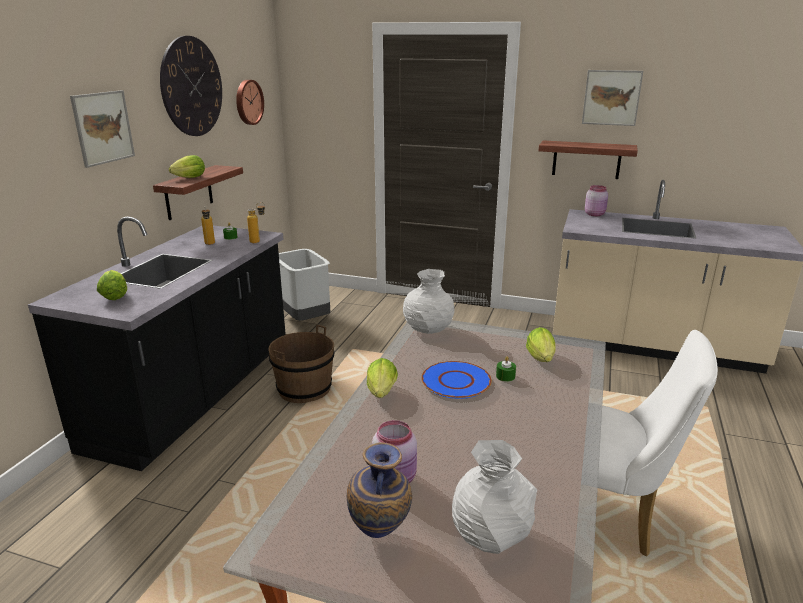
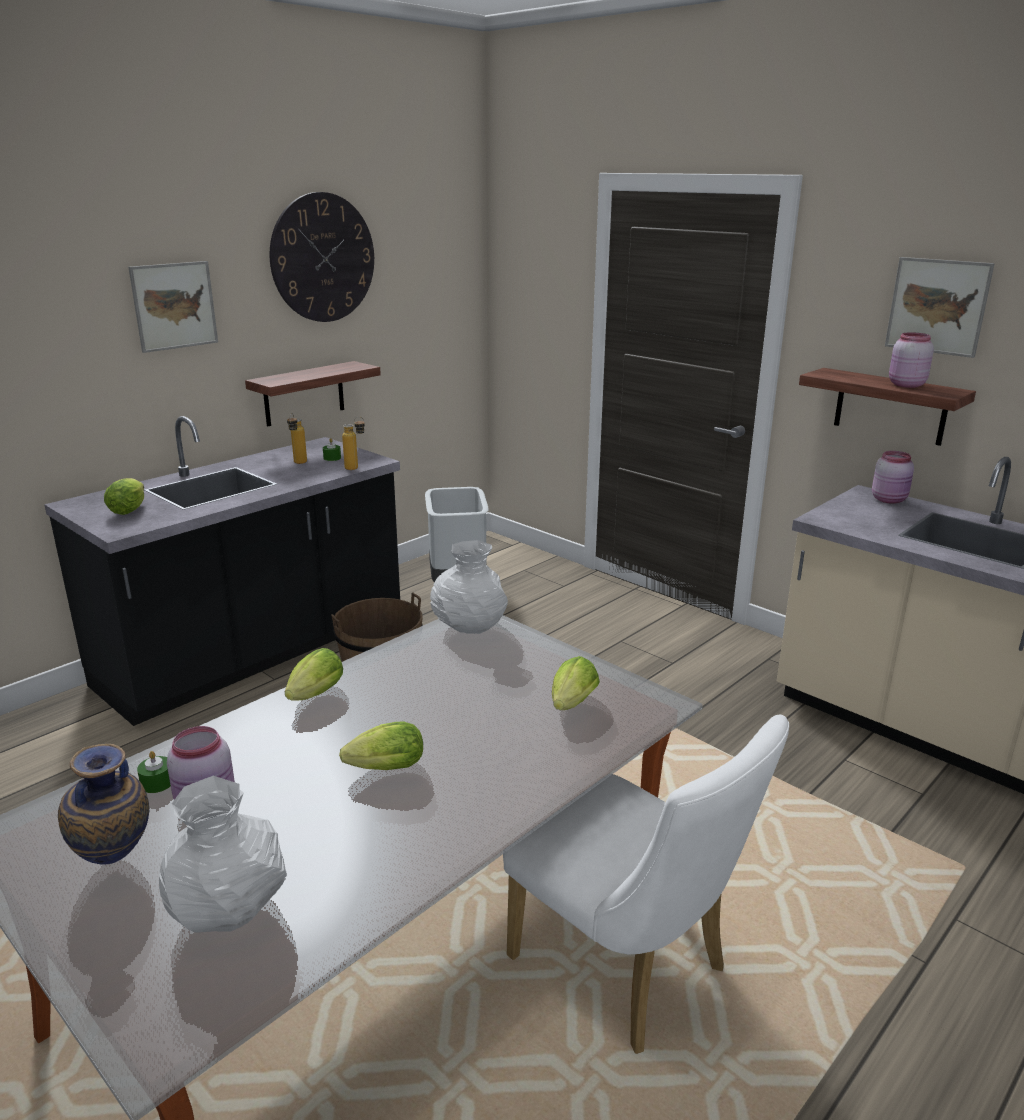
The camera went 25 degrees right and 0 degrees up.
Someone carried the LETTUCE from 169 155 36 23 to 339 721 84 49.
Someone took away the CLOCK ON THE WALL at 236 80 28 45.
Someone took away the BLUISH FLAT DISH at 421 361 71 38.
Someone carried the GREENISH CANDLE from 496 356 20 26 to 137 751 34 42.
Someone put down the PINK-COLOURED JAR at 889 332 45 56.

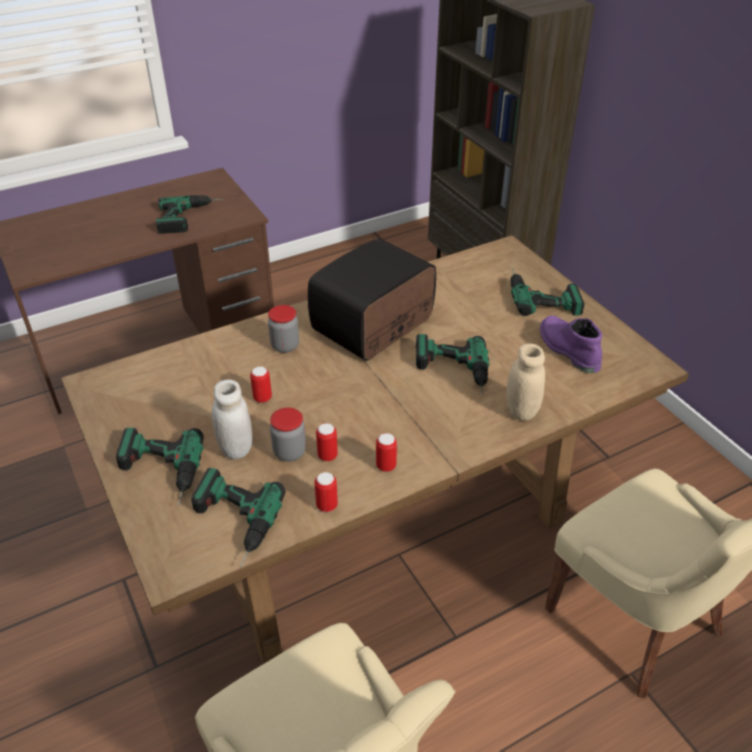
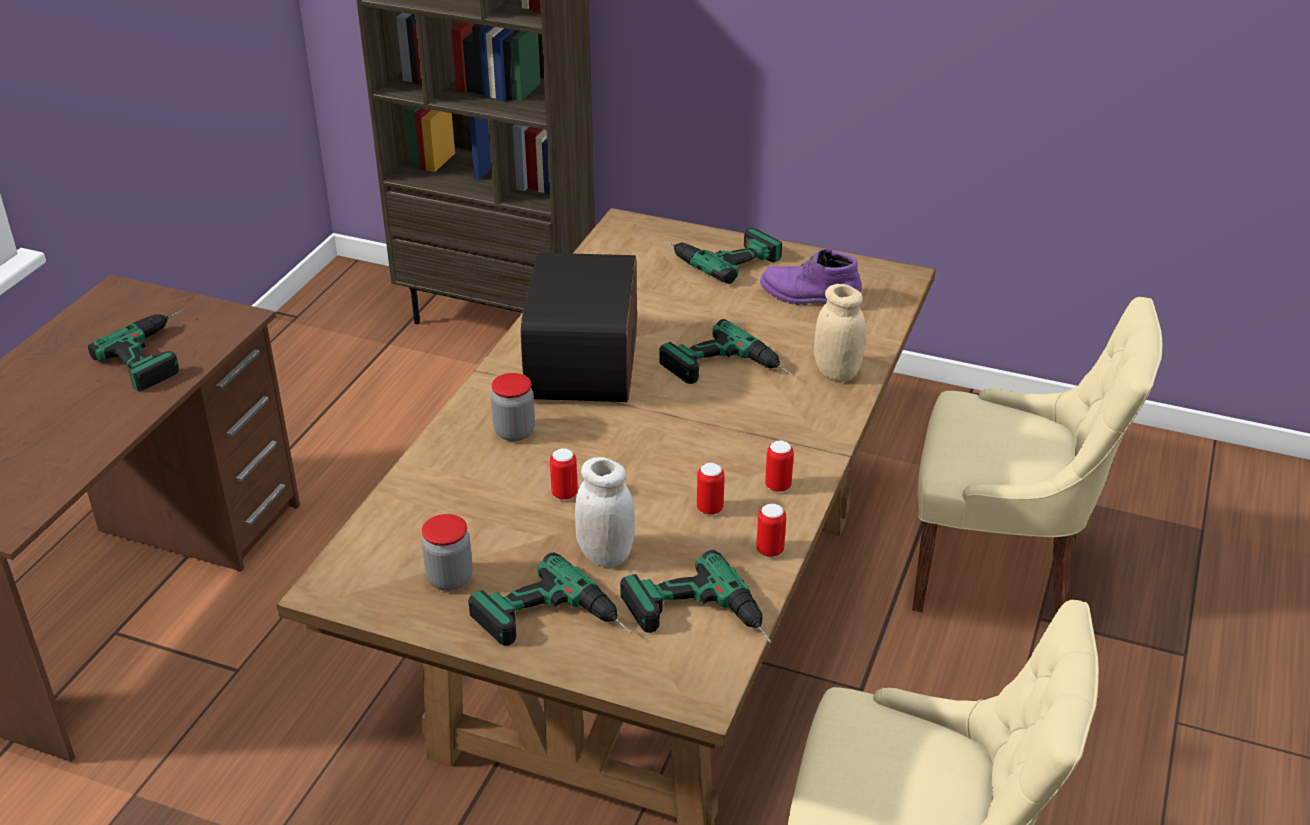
The camera went 40 degrees left and 5 degrees down.
Someone carried the JAR from 270 407 36 55 to 421 514 52 77.

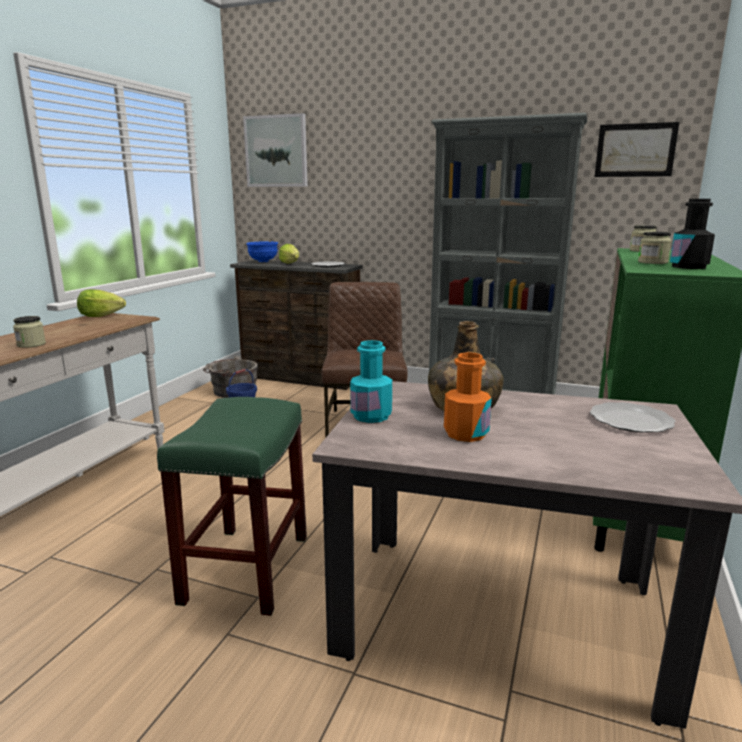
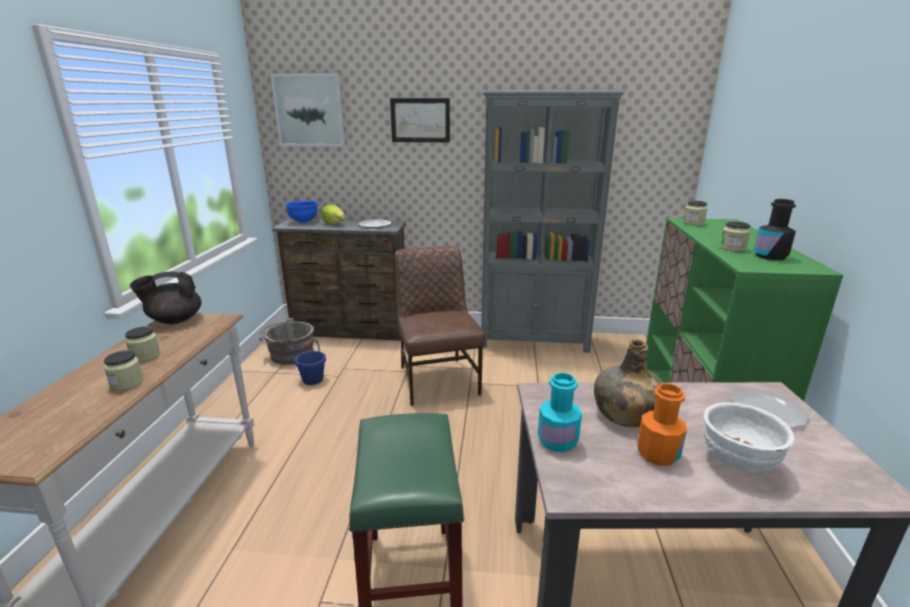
The camera went 15 degrees left and 5 degrees up.
Someone swapped the LETTUCE at 77 289 49 28 for the BLACK TEA POT at 130 271 72 53.
Someone carried the WALL ART from 595 122 84 55 to 390 98 60 44.
Someone put down the JAR at 125 326 35 36.
Someone put down the WHITE-COLOURED BOWL at 703 402 91 71.

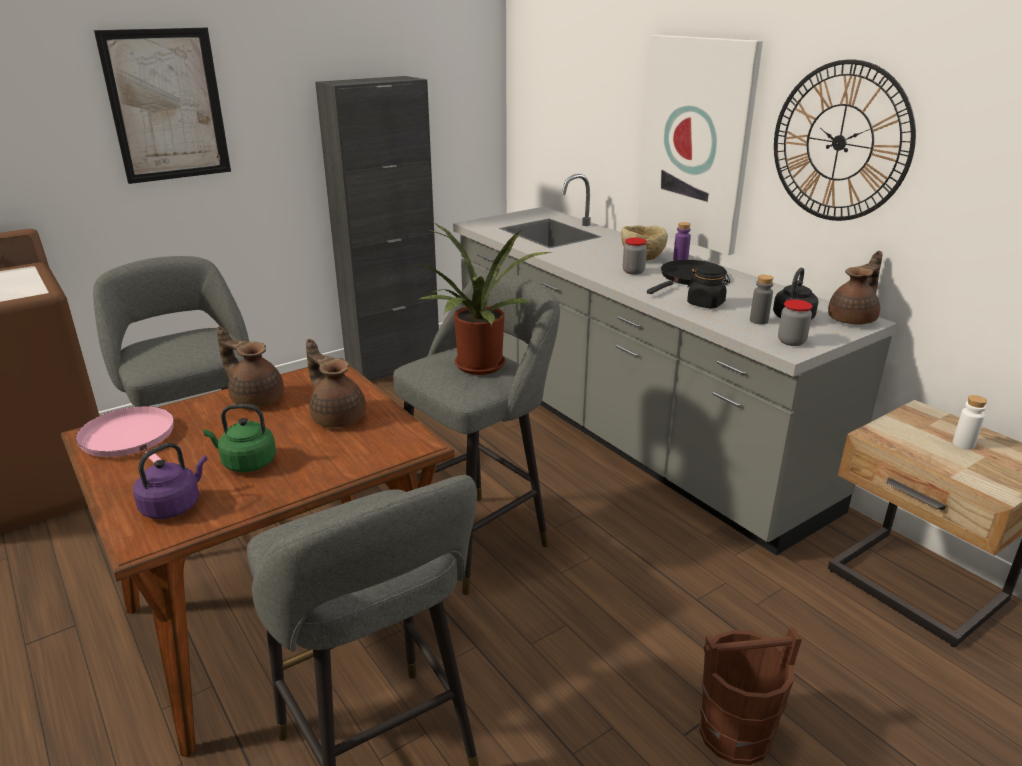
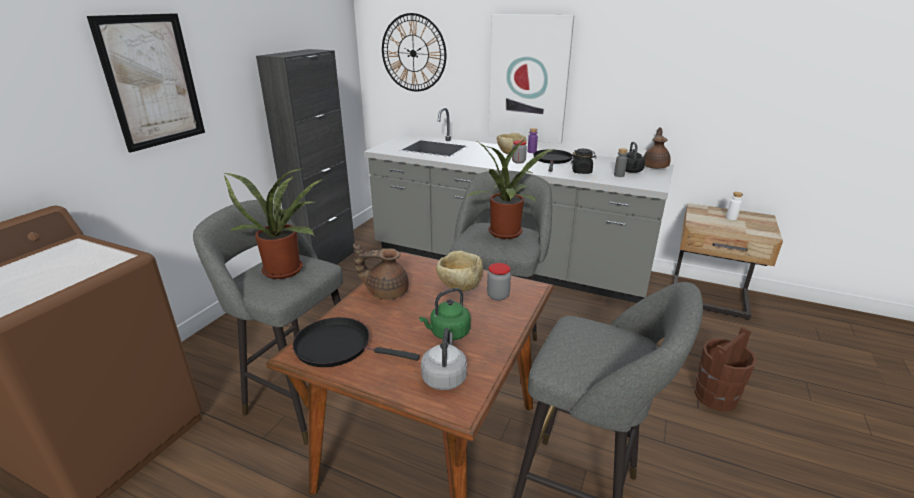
The camera went 30 degrees left and 0 degrees up.
Someone repainted the PINK-COLOURED FRYING PAN at 75 406 99 57, which became the BLACK FRYING PAN at 293 317 127 50.
Someone repainted the PURPLISH KETTLE at 133 443 74 76, which became the GREY KETTLE at 421 328 46 62.
Someone swapped the BROWNISH TEA POT at 306 339 60 89 for the BEIGE-COLOURED BOWL at 436 251 47 40.
Someone carried the CLOCK ON THE WALL from 774 60 142 161 to 382 13 64 79.
Someone carried the JAR from 778 299 34 47 to 487 263 24 38.
Someone put down the PLANT IN A POT at 224 169 99 110.

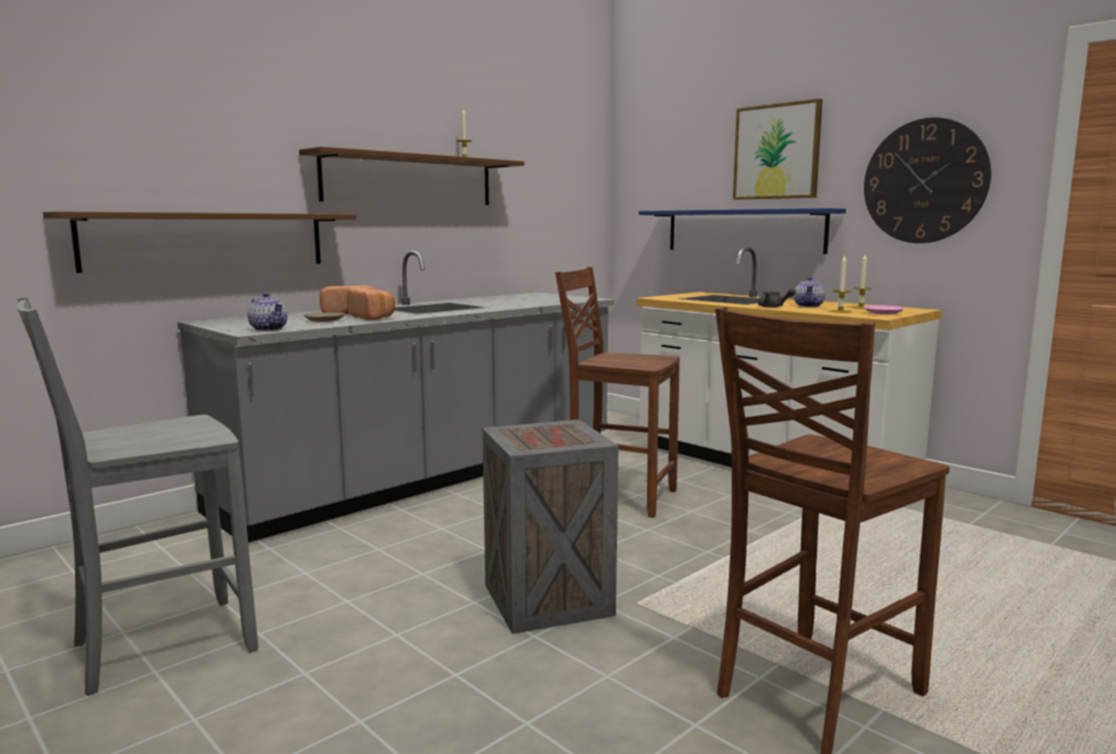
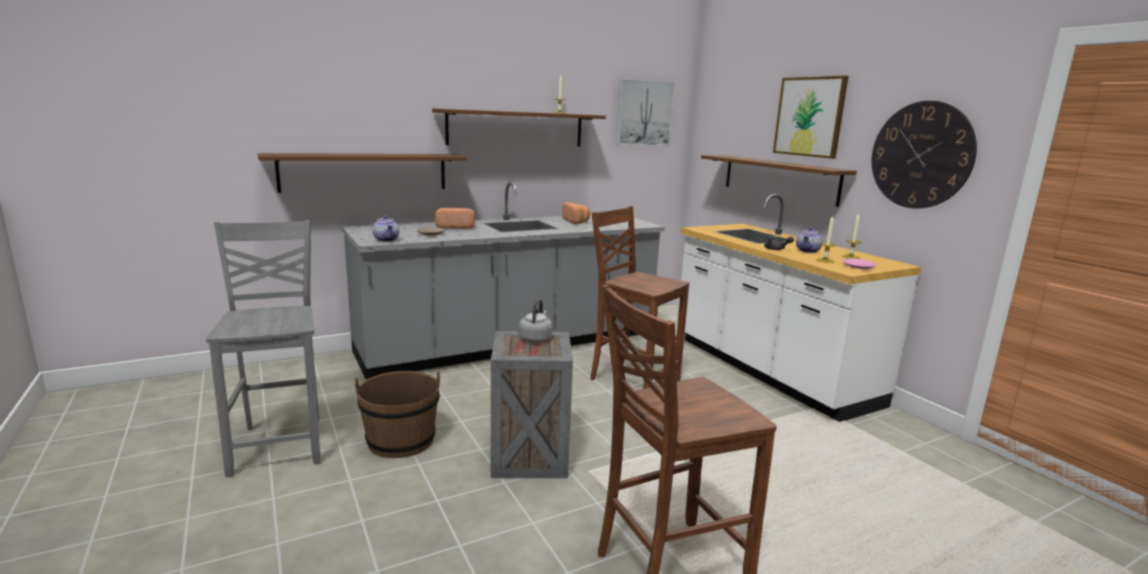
The camera went 15 degrees right and 5 degrees up.
Someone rotated the GREY UPRIGHT CHAIR at 17 297 241 399 by 90 degrees clockwise.
Someone carried the BAKED BREAD from 347 288 48 32 to 562 202 28 22.
Someone repainted the BLUISH SHELF at 639 208 207 46, which became the BROWNISH SHELF at 701 155 156 52.
Someone put down the BROWNISH PAIL at 355 371 85 87.
Someone put down the GREY KETTLE at 519 299 33 44.
Someone put up the WALL ART at 616 78 59 68.

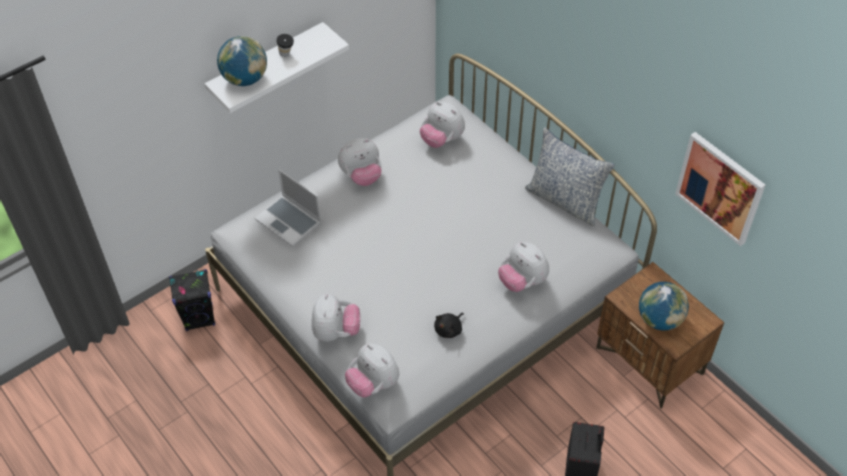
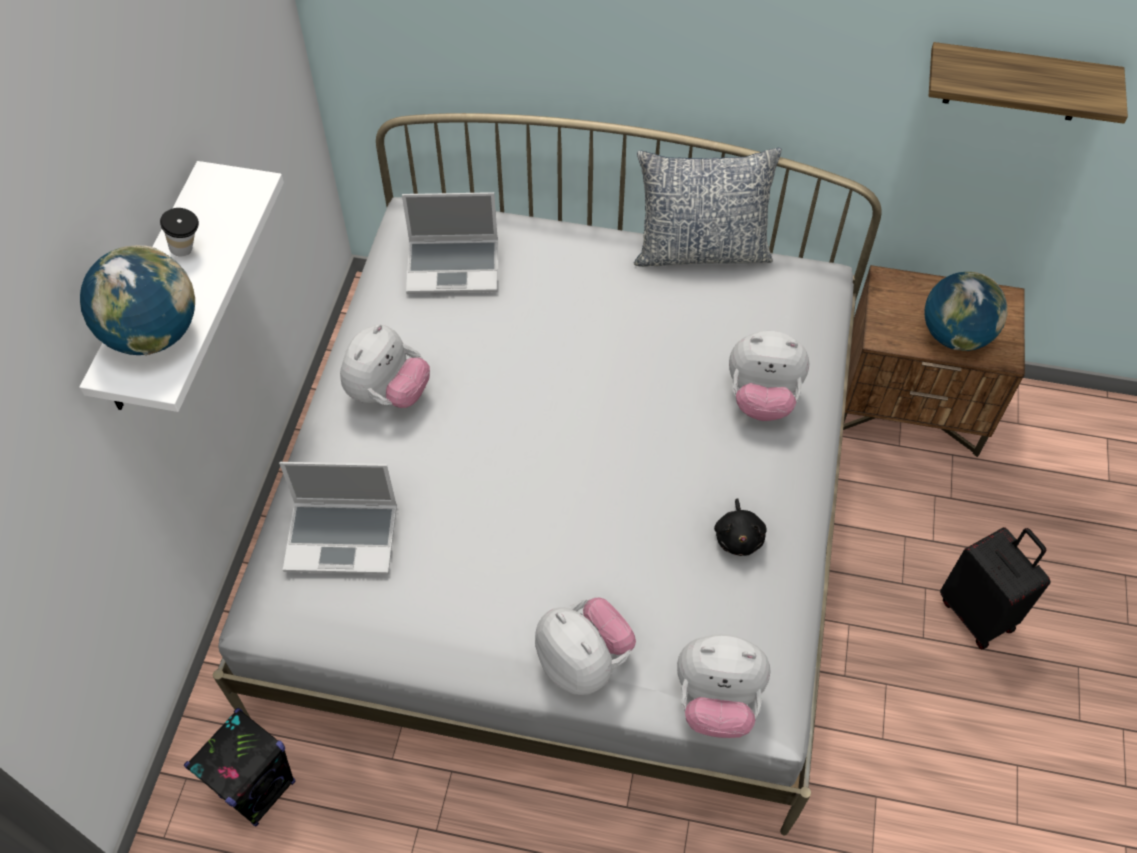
The camera went 40 degrees left and 5 degrees up.
Someone swapped the PLUSH TOY at 420 101 45 47 for the LAPTOP at 402 192 96 102.
Someone swapped the WALL ART at 675 132 90 114 for the SHELF at 929 42 199 82.

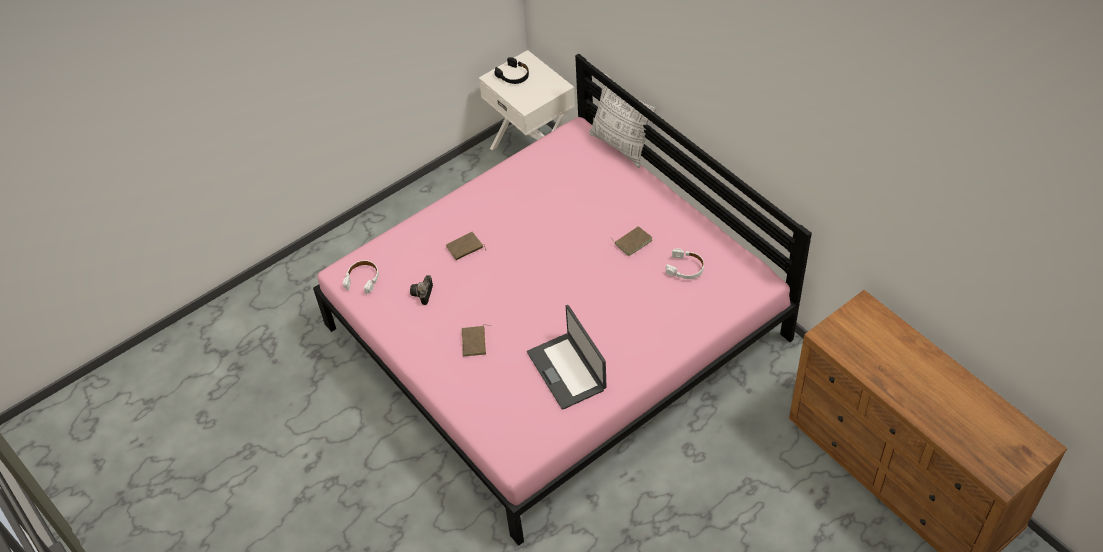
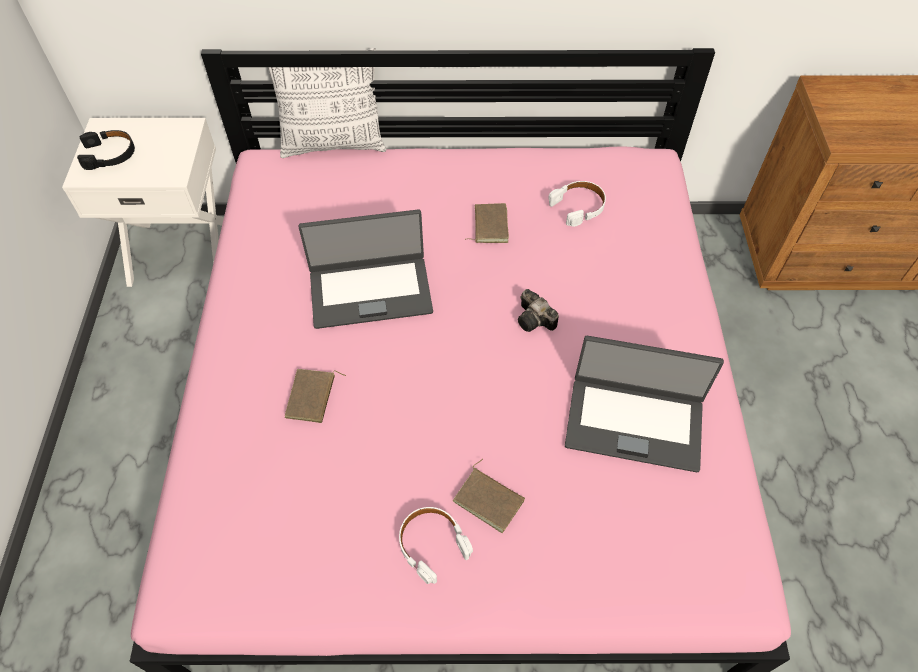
The camera went 55 degrees left and 5 degrees up.
Someone carried the WHITE-COLOURED PAIR OF HEADPHONES from 343 260 36 34 to 399 507 74 77.
Someone carried the STILL CAMERA from 410 275 23 30 to 518 289 41 43.
Someone put down the LAPTOP at 298 209 135 120.

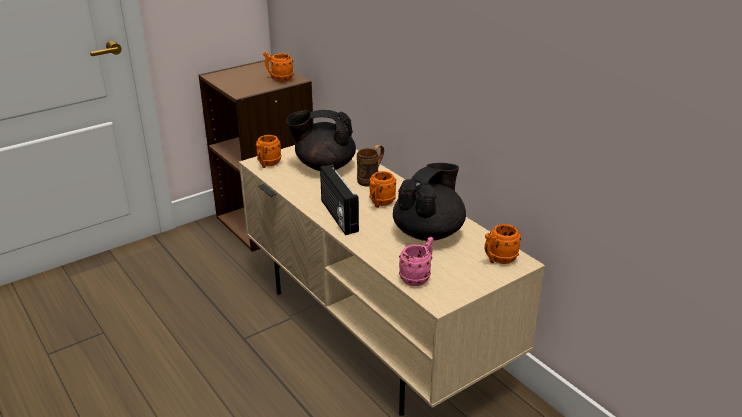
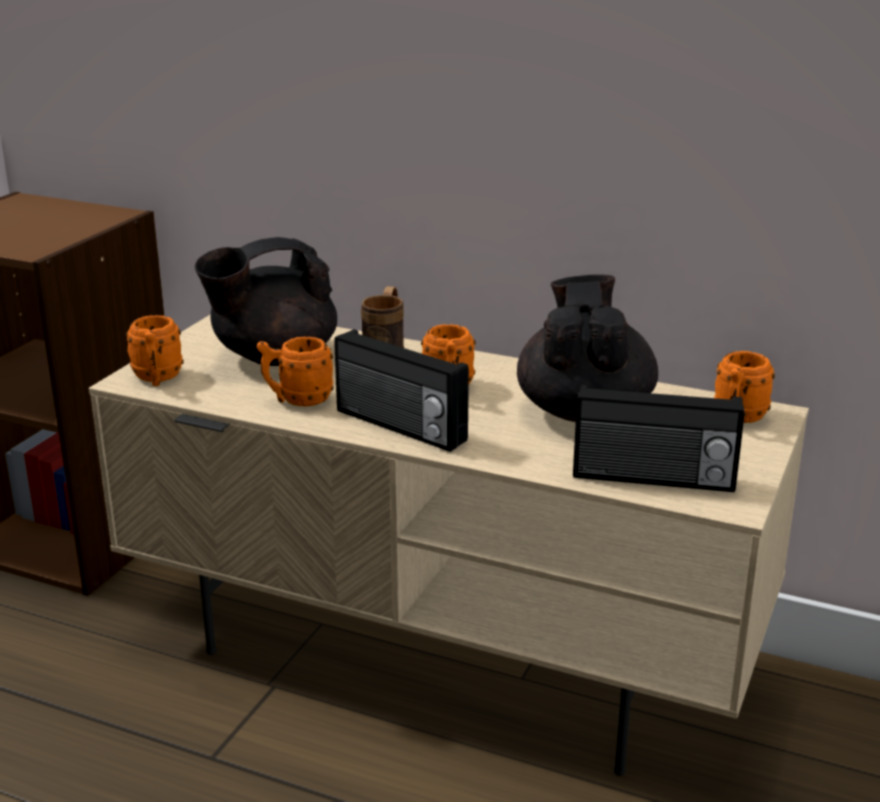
The camera went 30 degrees left and 5 degrees down.
Someone carried the ORANGEY MUG from 263 52 31 30 to 257 337 77 70.
Someone swapped the PINK-COLOURED MUG at 399 237 35 49 for the RADIO SET at 573 385 171 107.

